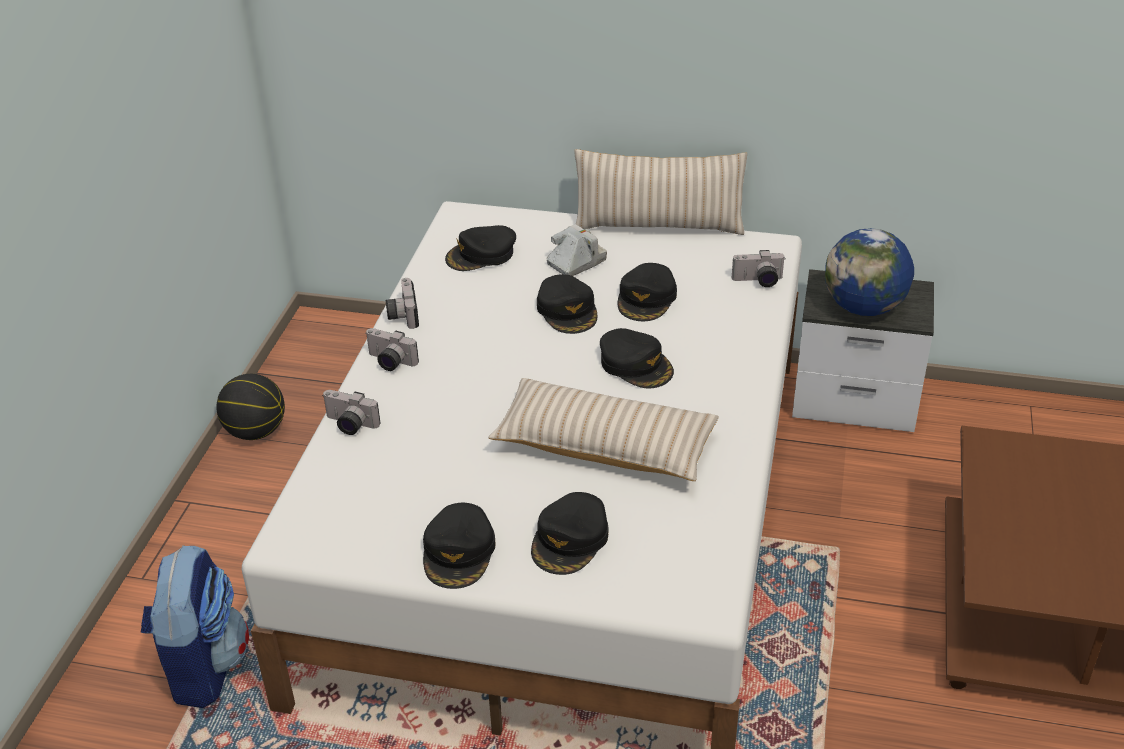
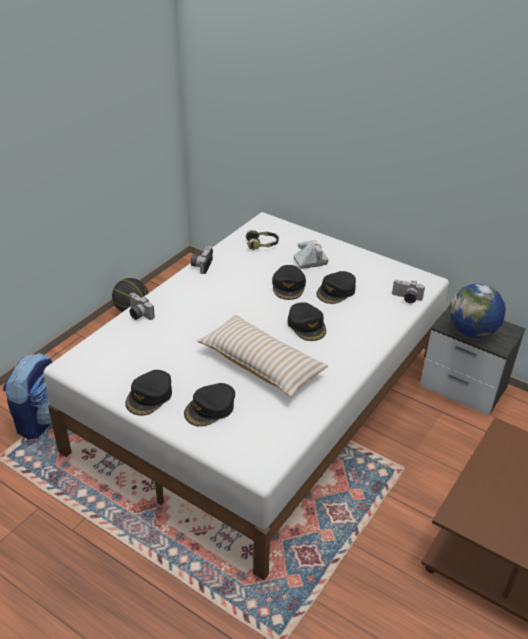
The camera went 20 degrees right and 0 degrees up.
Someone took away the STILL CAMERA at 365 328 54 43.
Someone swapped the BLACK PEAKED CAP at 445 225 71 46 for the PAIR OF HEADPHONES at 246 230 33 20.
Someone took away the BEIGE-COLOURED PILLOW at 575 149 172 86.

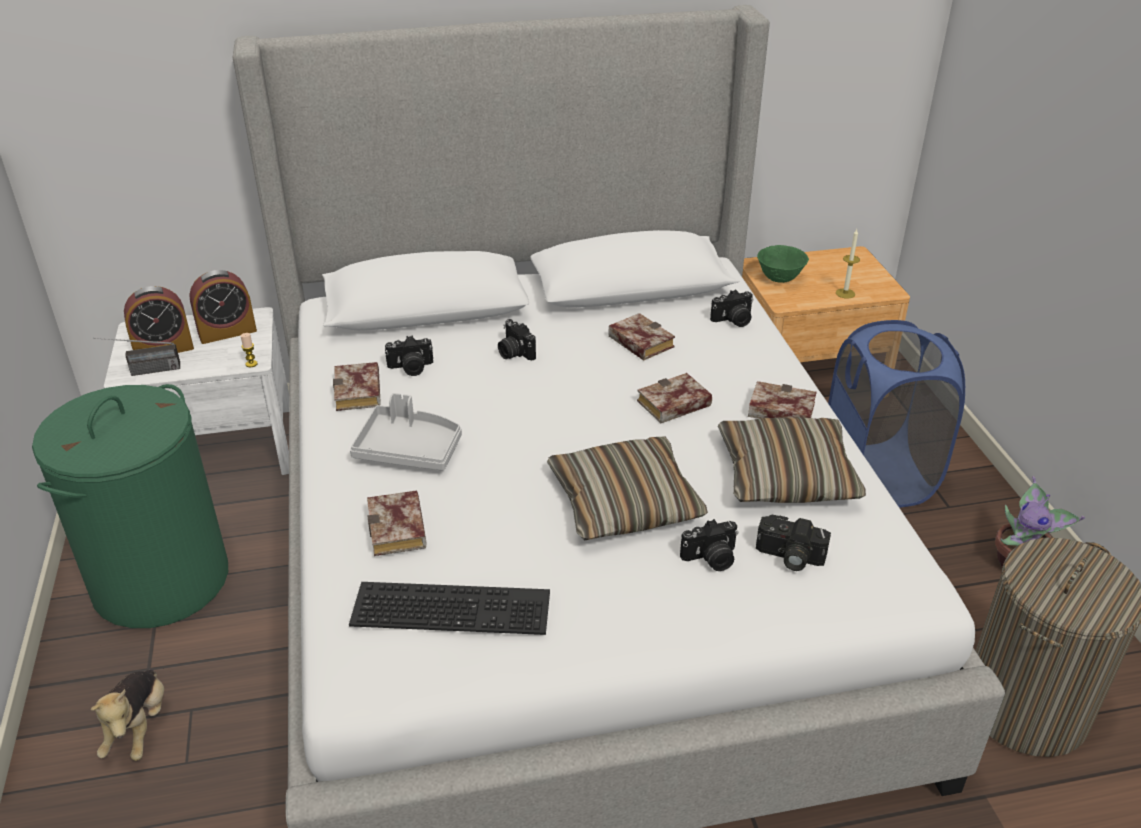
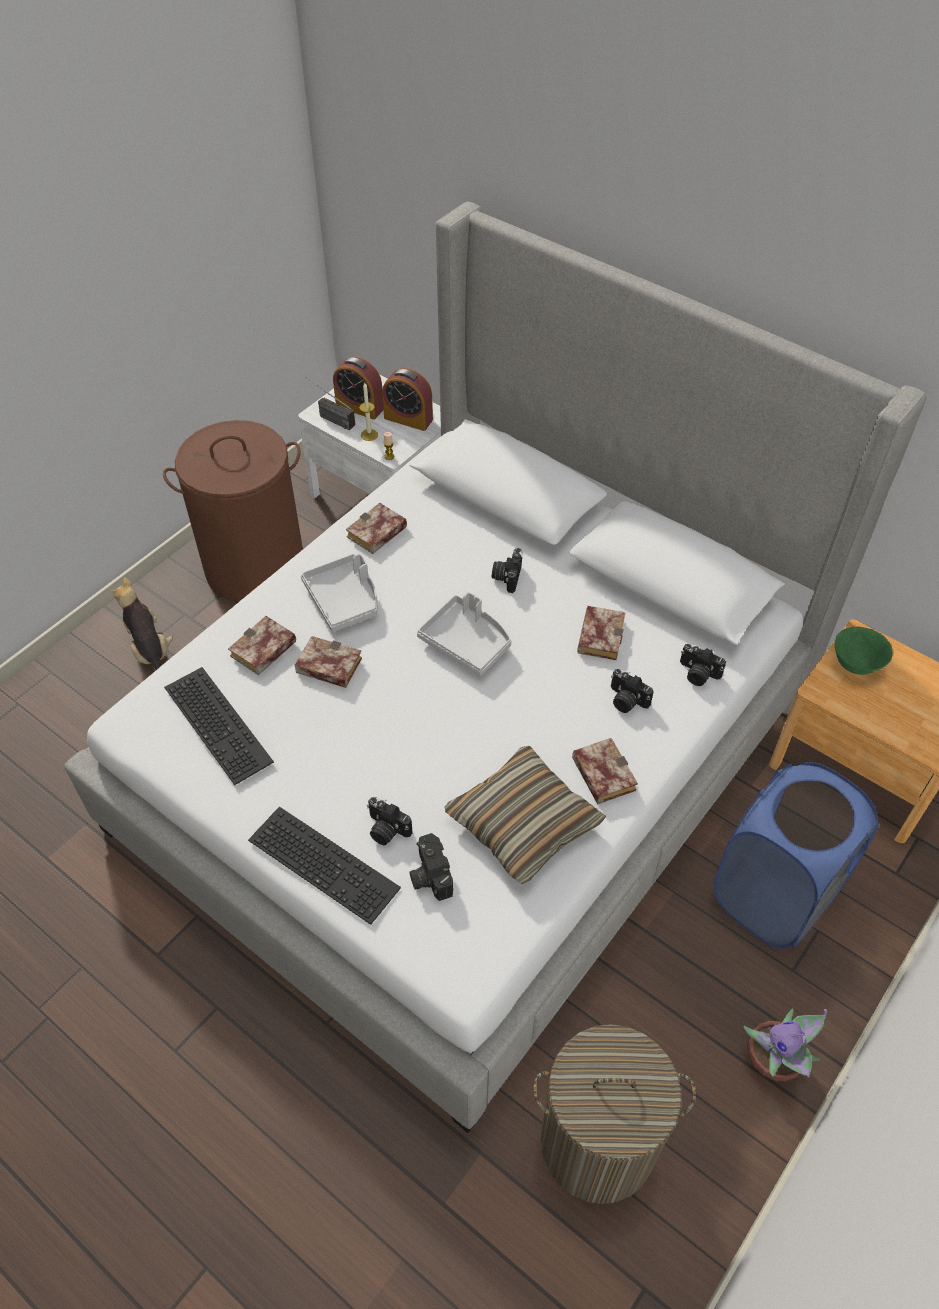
The camera went 50 degrees right and 15 degrees up.
Someone repainted the GREENISH HAMPER at 32 384 196 244, which became the BROWNISH HAMPER at 163 420 140 182.
Someone rotated the PLUSH TOY at 91 669 73 92 by 105 degrees clockwise.
Someone carried the STILL CAMERA from 385 335 48 41 to 611 669 43 44.
Someone took away the PILLOW at 547 436 161 104.
Someone carried the BOUND BOOK from 637 373 75 50 to 295 636 67 52.
Someone carried the CANDLE from 836 229 24 70 to 359 383 19 58.
Someone put down the PC KEYBOARD at 248 807 153 118.
Someone put down the GREY TRAY at 417 592 95 84.

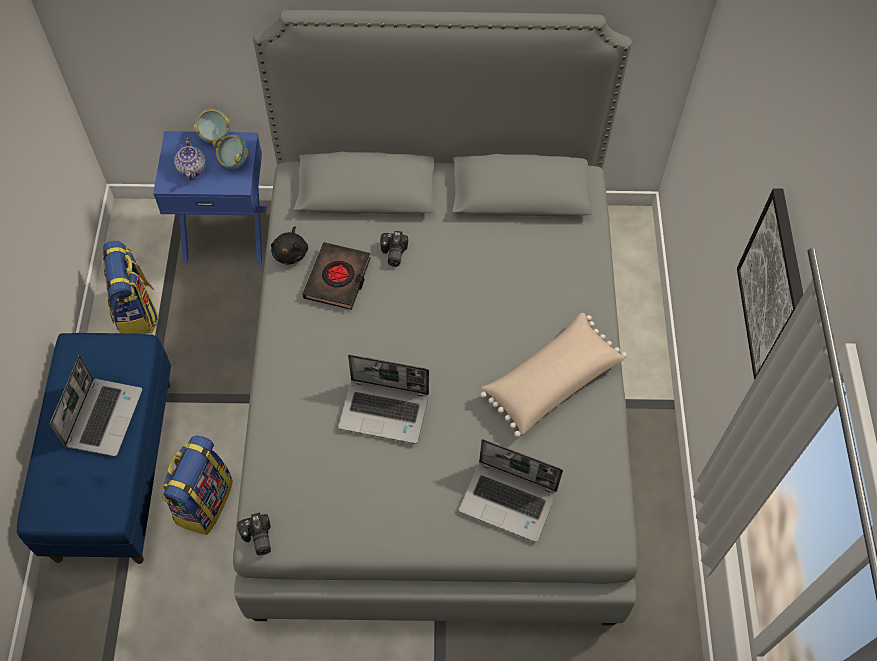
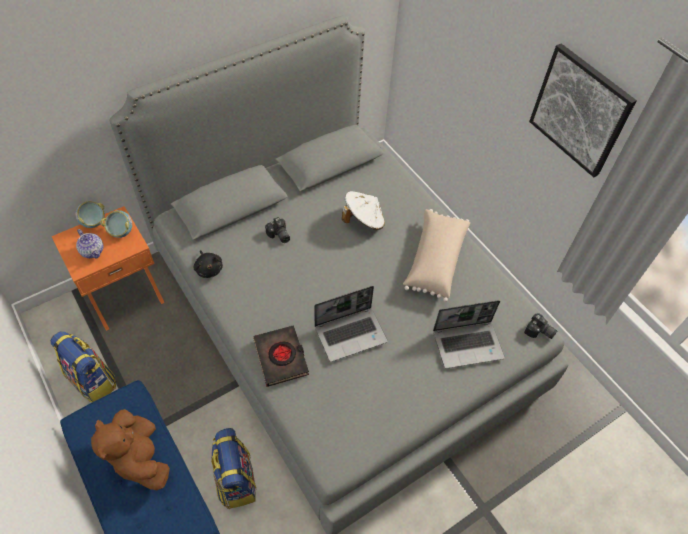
The camera went 35 degrees left and 5 degrees down.
Someone swapped the LAPTOP at 50 355 92 101 for the BROWNISH PLUSH TOY at 91 409 79 81.
Someone repainted the BLUISH BEDSIDE TABLE at 153 131 115 134, which became the ORANGEY BEDSIDE TABLE at 52 206 113 125.
Someone carried the STILL CAMERA from 237 512 34 43 to 524 313 33 26.
Someone carried the BLACK BOUND BOOK from 302 242 69 68 to 253 325 56 62.
Someone put down the WHITE-COLOURED WEARABLE HAT at 342 191 43 39.

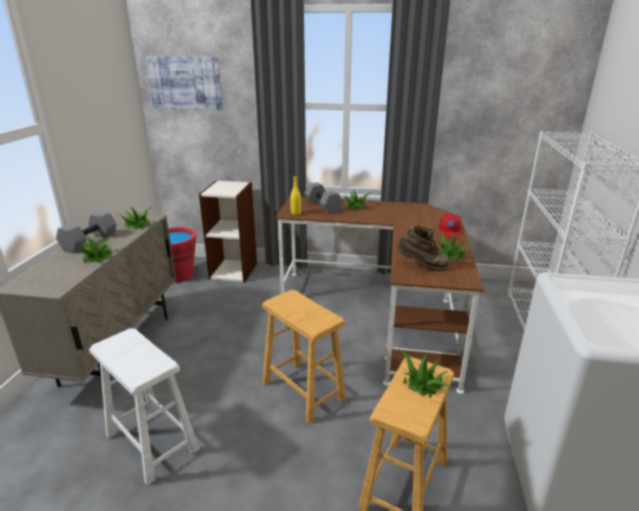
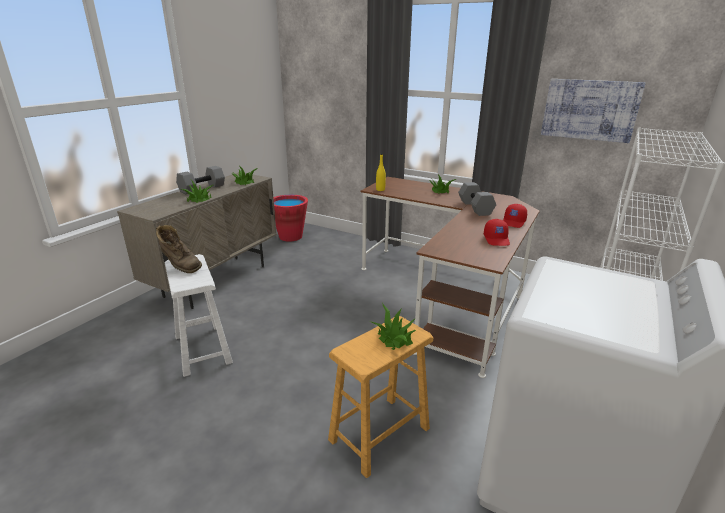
The camera went 20 degrees right and 0 degrees up.
Someone carried the WALL ART from 146 56 76 54 to 541 79 105 64.
Someone took away the SHELVING UNIT at 199 180 58 103.
Someone took away the BROWNISH STOOL at 262 290 84 134.
Someone carried the GREY FREE WEIGHT from 304 183 39 31 to 458 182 38 34.
Someone carried the BROWNISH BOOT from 397 224 53 47 to 156 225 46 48.
Someone swapped the PLANT IN A POT at 436 230 33 31 for the REDDISH PEAKED CAP at 484 219 26 27.

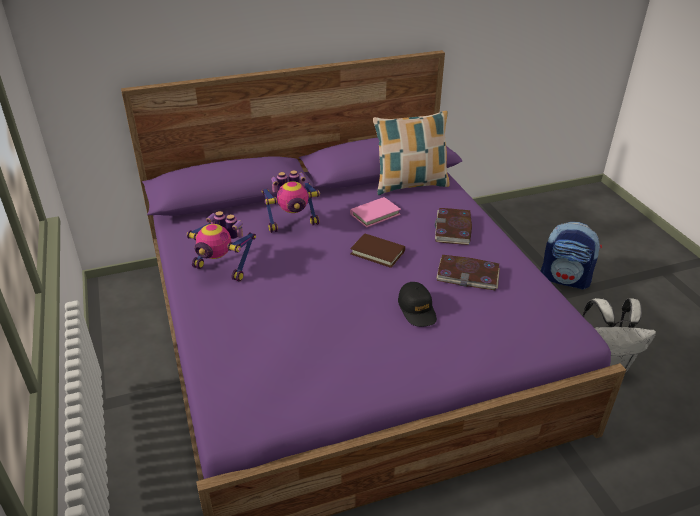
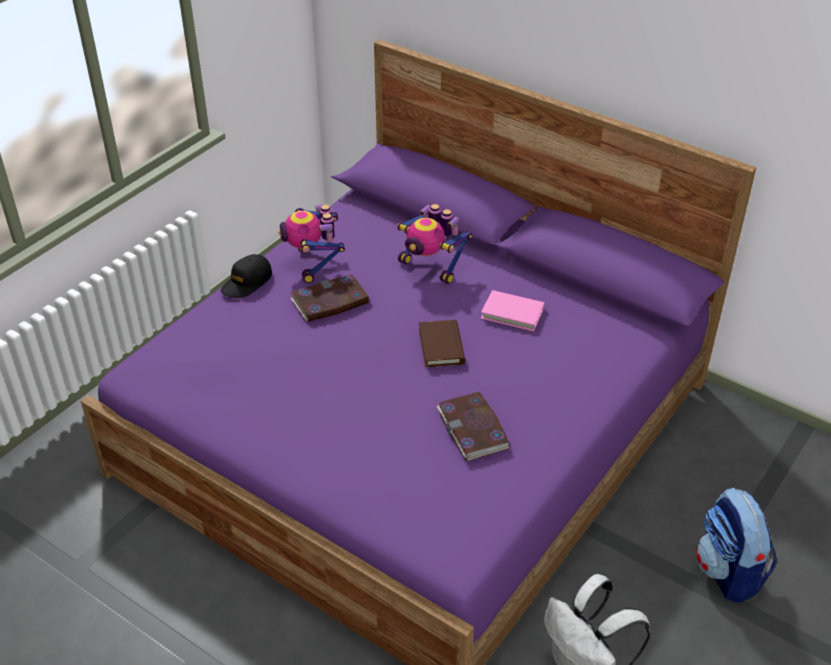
The camera went 55 degrees right and 5 degrees up.
Someone took away the PILLOW at 373 111 76 84.
Someone carried the BLACK PEAKED CAP from 398 282 39 45 to 221 254 51 44.
Someone carried the BOUND BOOK from 435 208 37 37 to 290 274 79 48.

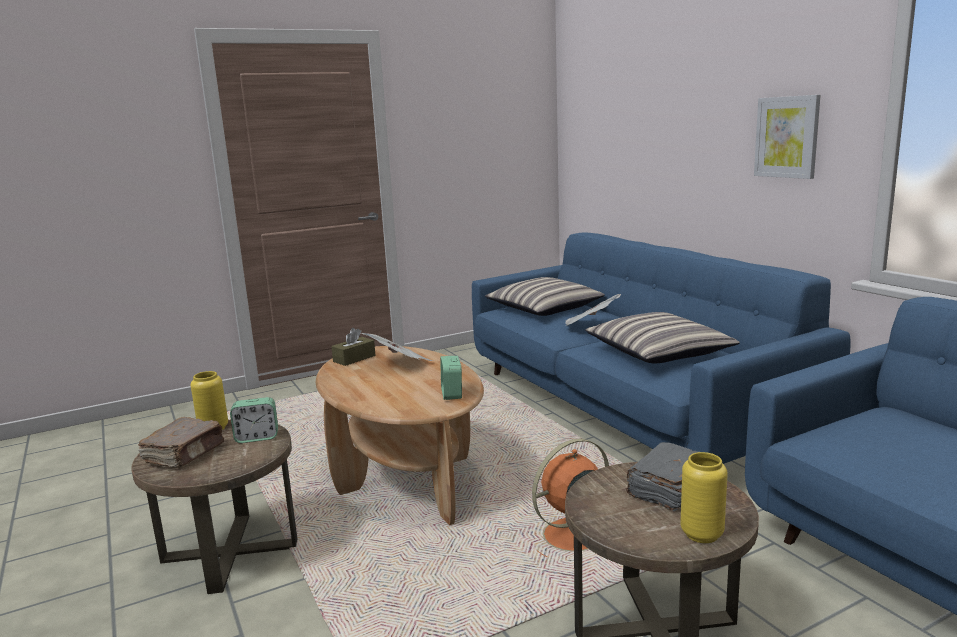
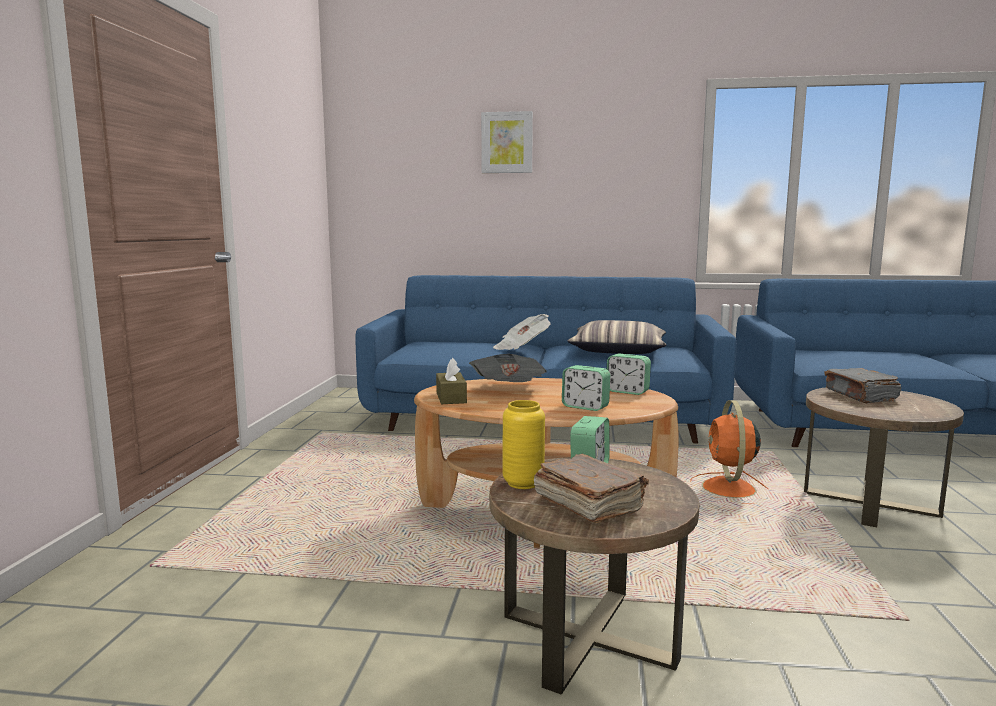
The camera went 55 degrees left and 5 degrees down.
Someone took away the PILLOW at 485 277 120 39.
Someone took away the YELLOWISH VASE at 680 452 48 91.
Someone carried the WALL ART from 754 95 67 84 to 481 111 52 62.
Someone put down the ALARM CLOCK at 562 365 48 46.

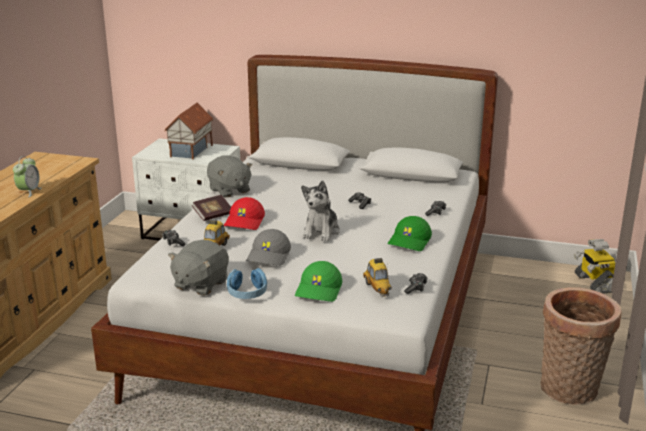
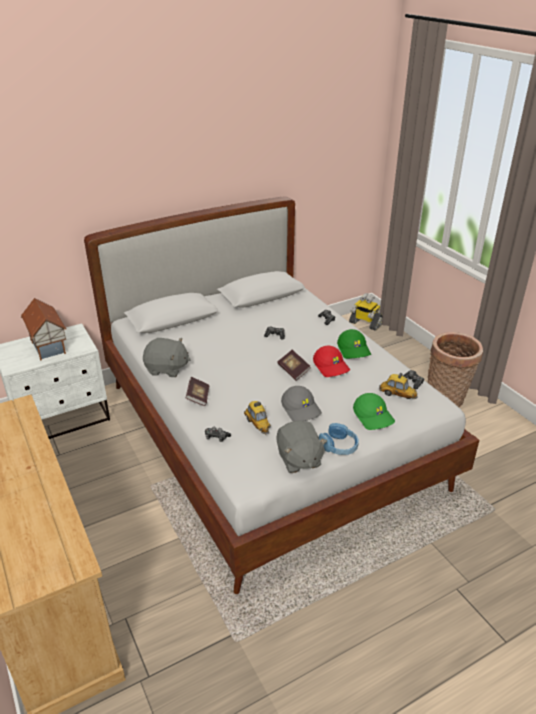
The camera went 45 degrees left and 10 degrees up.
Someone took away the ALARM CLOCK at 13 156 28 41.
Someone carried the REDDISH PEAKED CAP from 224 197 41 33 to 313 346 37 31.
Someone swapped the PLUSH TOY at 301 180 39 61 for the BOUND BOOK at 277 350 34 31.

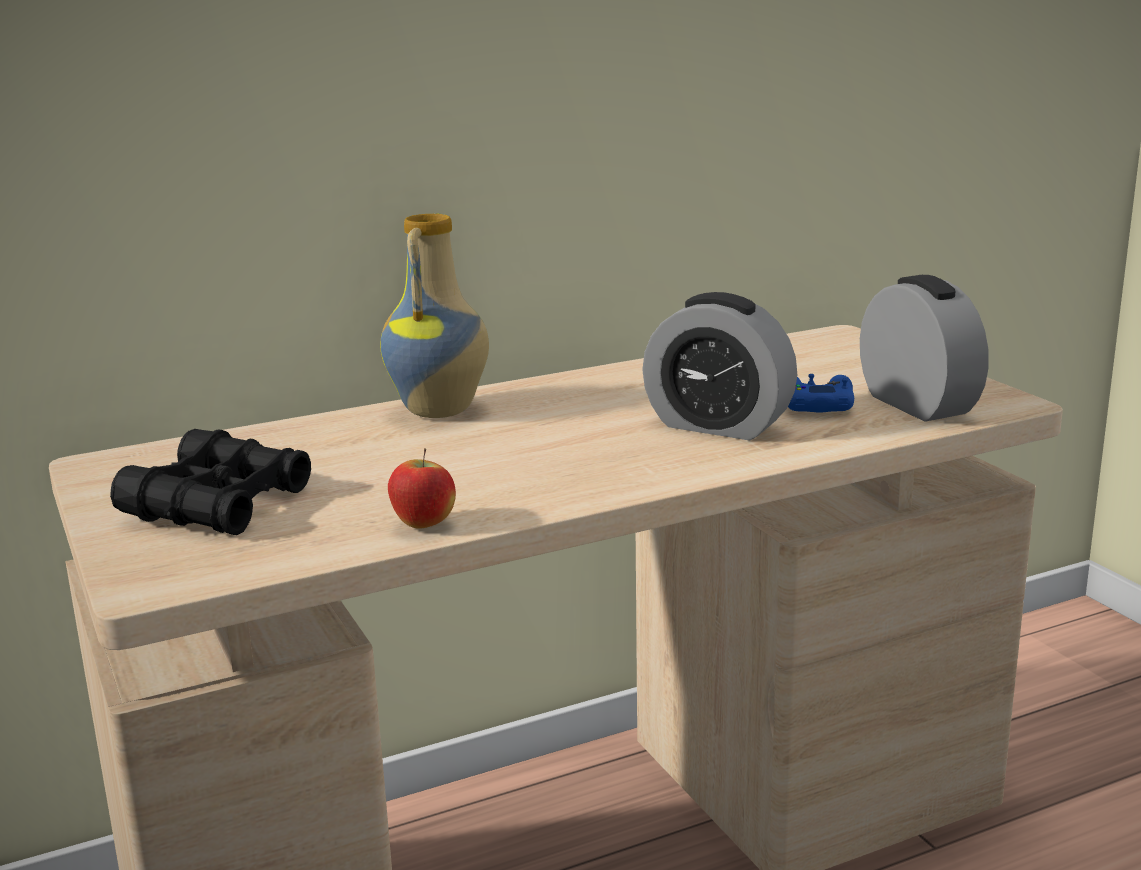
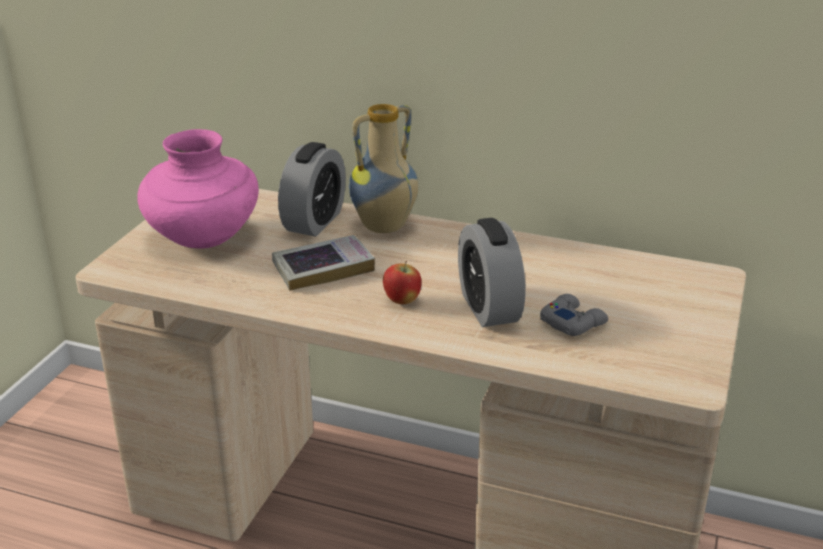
The camera went 45 degrees right and 10 degrees up.
Someone swapped the BLACK PAIR OF BINOCULARS at 110 429 201 106 for the PINK-COLOURED VASE at 137 129 122 120.
Someone carried the APPLE FRUIT from 388 448 68 81 to 383 261 38 43.
Someone repainted the BLUISH JOYPAD at 788 374 66 39, which became the GREY JOYPAD at 540 294 68 42.
Someone carried the ALARM CLOCK from 860 275 129 146 to 278 142 68 95.
Someone put down the BOUND BOOK at 272 235 103 56.

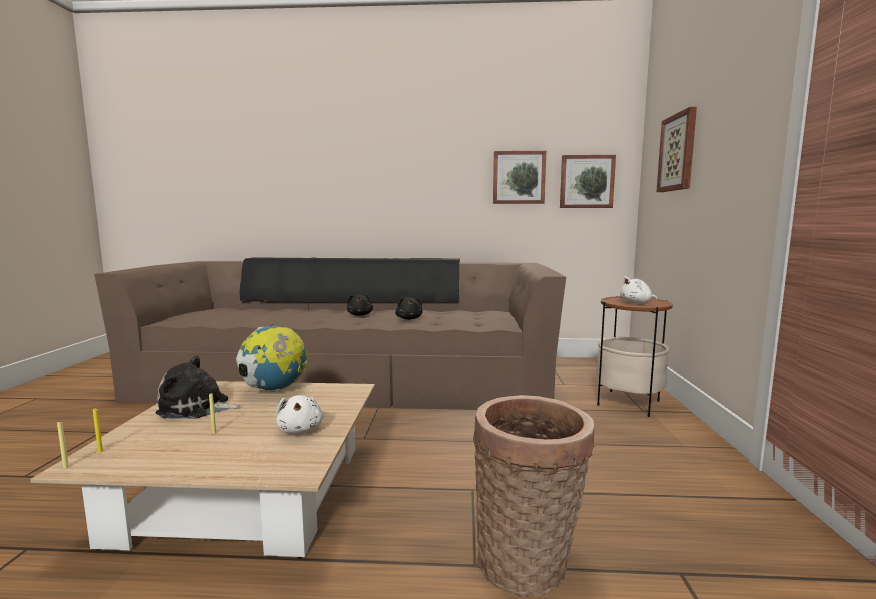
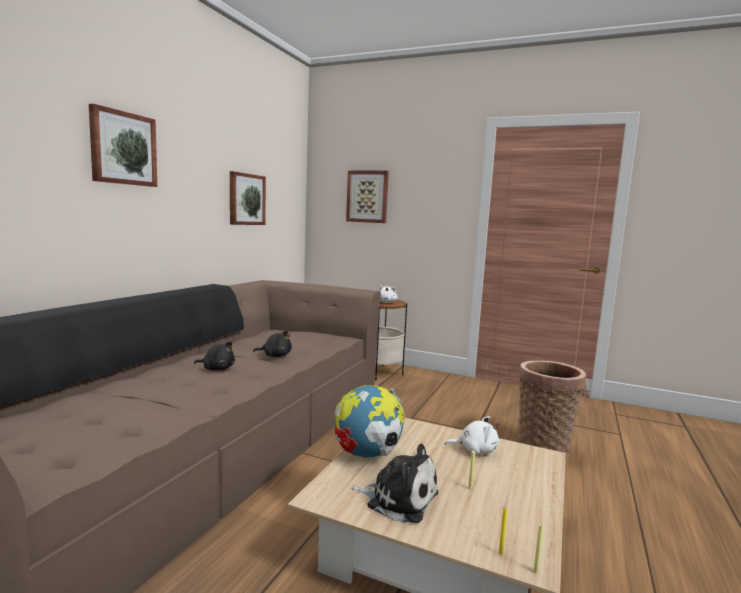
The camera went 70 degrees left and 0 degrees up.
Someone rotated the PLUSH TOY at 155 355 88 64 by 90 degrees counterclockwise.
Someone carried the WALL ART from 560 155 56 53 to 89 104 68 83.

